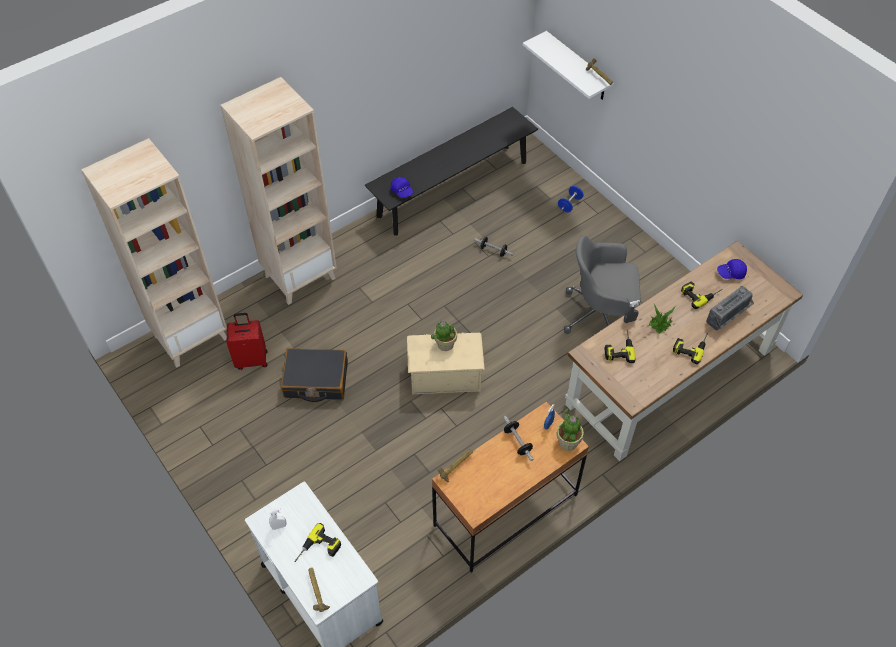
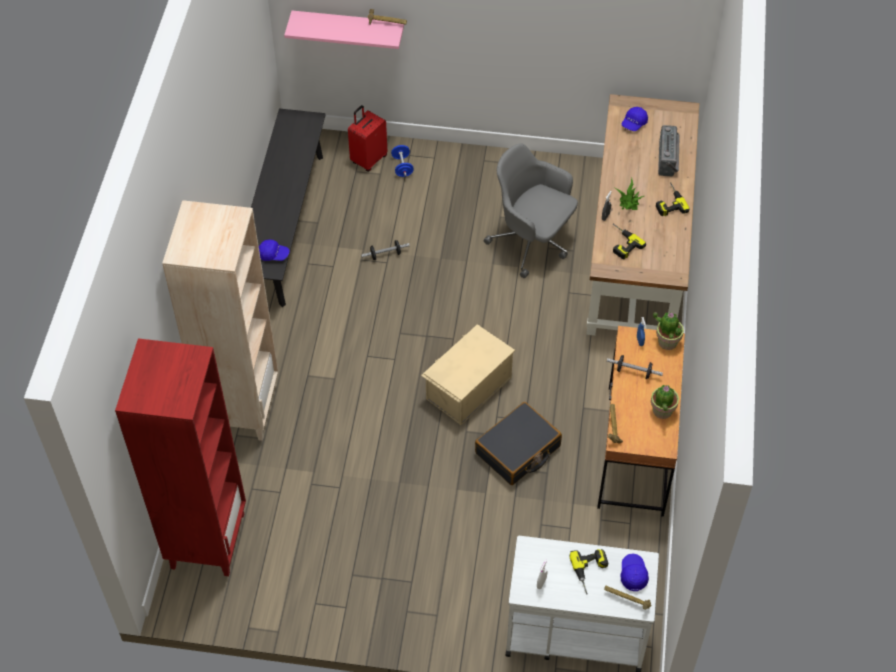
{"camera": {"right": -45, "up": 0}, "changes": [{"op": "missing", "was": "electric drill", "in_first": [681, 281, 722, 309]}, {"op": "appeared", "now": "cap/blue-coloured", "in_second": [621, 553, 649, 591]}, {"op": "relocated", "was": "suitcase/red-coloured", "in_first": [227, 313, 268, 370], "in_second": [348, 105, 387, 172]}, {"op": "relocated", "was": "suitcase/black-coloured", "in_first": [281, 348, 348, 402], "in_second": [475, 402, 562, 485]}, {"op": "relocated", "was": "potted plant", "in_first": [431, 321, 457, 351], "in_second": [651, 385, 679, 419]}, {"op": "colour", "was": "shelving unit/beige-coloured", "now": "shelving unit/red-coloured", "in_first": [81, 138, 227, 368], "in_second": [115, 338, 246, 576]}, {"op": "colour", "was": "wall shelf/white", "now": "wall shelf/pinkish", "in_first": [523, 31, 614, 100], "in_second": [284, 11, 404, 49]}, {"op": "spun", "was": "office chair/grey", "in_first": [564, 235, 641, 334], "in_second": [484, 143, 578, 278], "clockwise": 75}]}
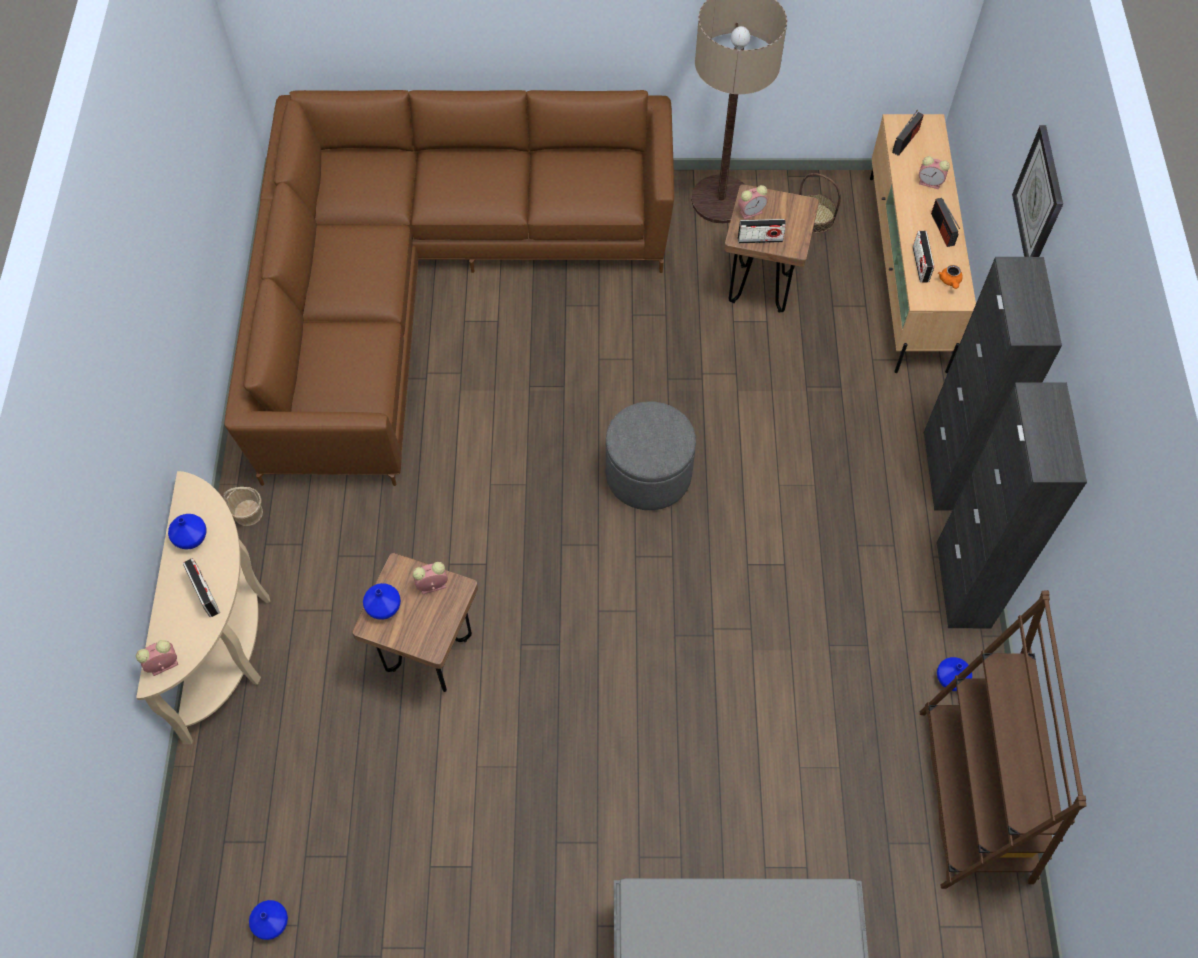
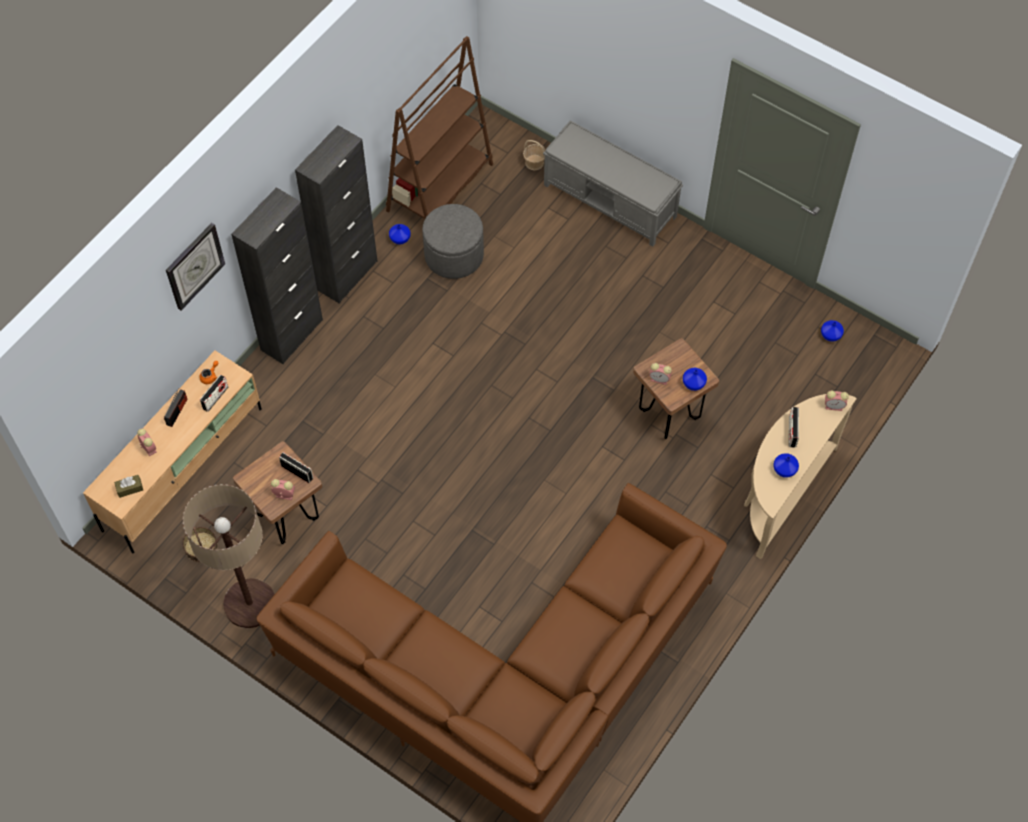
{"camera": {"right": -145, "up": 0}, "changes": [{"op": "relocated", "was": "storage basket", "in_first": [224, 487, 263, 526], "in_second": [523, 140, 545, 170]}, {"op": "relocated", "was": "ottoman/grey", "in_first": [606, 401, 696, 510], "in_second": [422, 204, 484, 279]}, {"op": "exchanged", "was": "radio receiver", "now": "tissue holder/brown", "in_first": [892, 110, 923, 156], "in_second": [114, 475, 143, 498]}]}
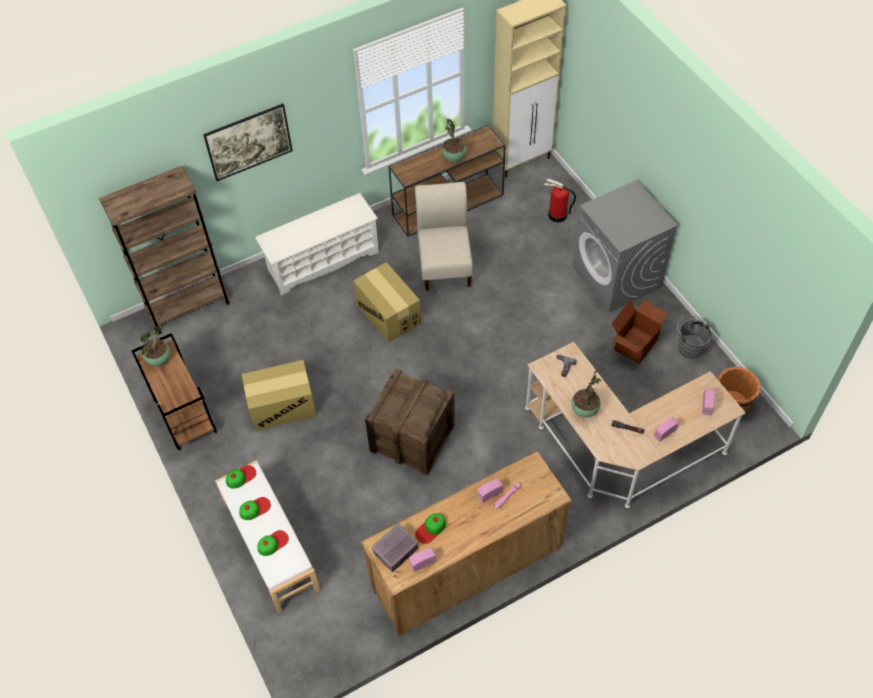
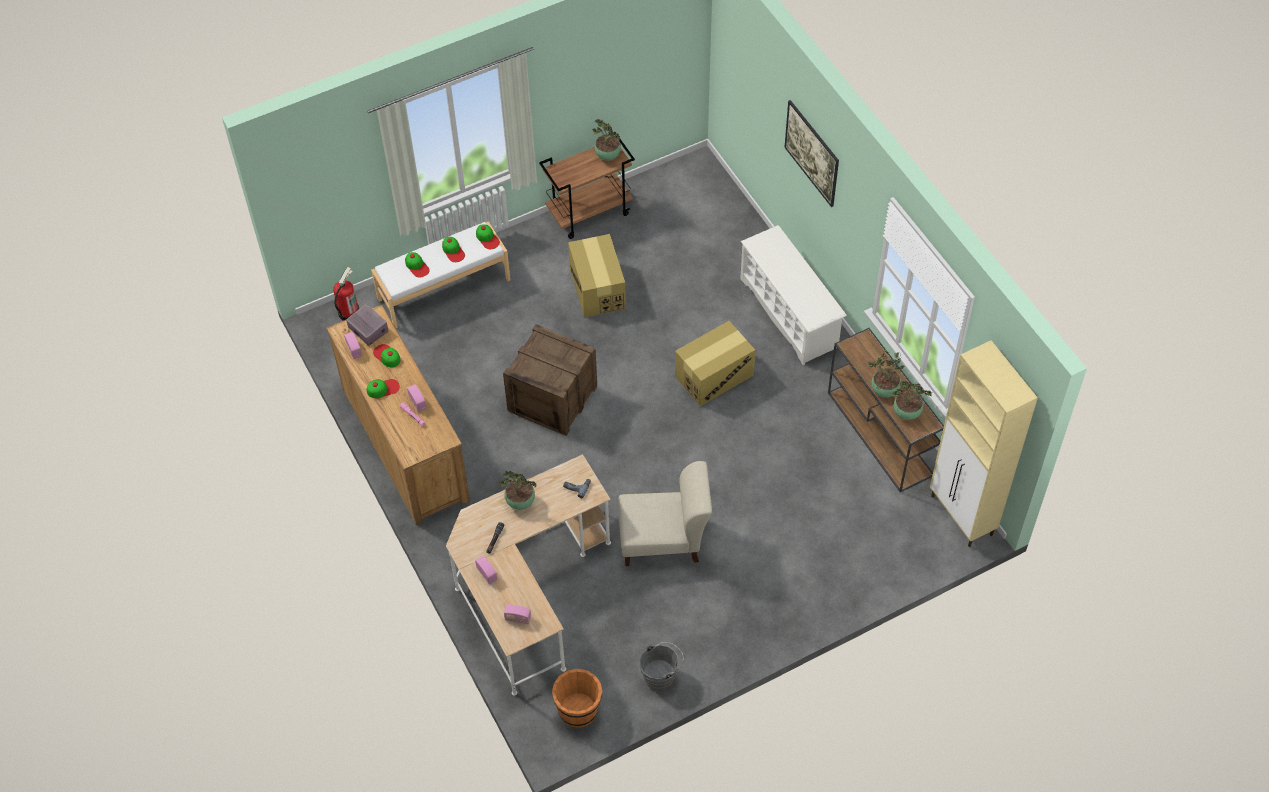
{"camera": {"right": 90, "up": 0}, "changes": [{"op": "missing", "was": "shelving unit/brown", "in_first": [99, 166, 230, 334]}, {"op": "missing", "was": "laundry appliance/grey", "in_first": [572, 180, 678, 312]}, {"op": "missing", "was": "cardboard box", "in_first": [612, 299, 668, 364]}, {"op": "appeared", "now": "cap", "in_second": [367, 379, 400, 398]}, {"op": "appeared", "now": "potted plant", "in_second": [892, 381, 933, 420]}, {"op": "relocated", "was": "chair/beige-coloured", "in_first": [415, 182, 473, 291], "in_second": [618, 461, 712, 566]}, {"op": "relocated", "was": "fire extinguisher", "in_first": [544, 179, 576, 222], "in_second": [333, 267, 359, 321]}]}
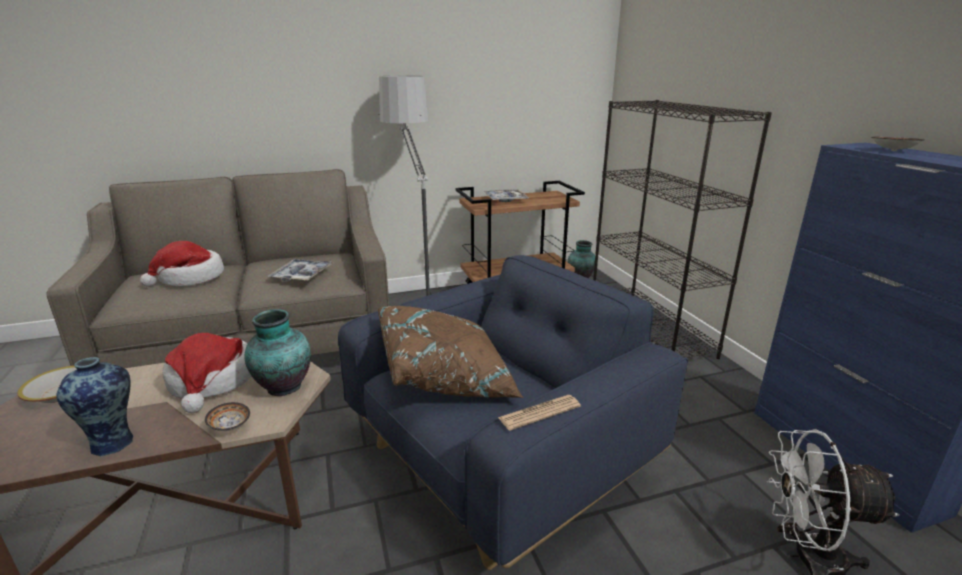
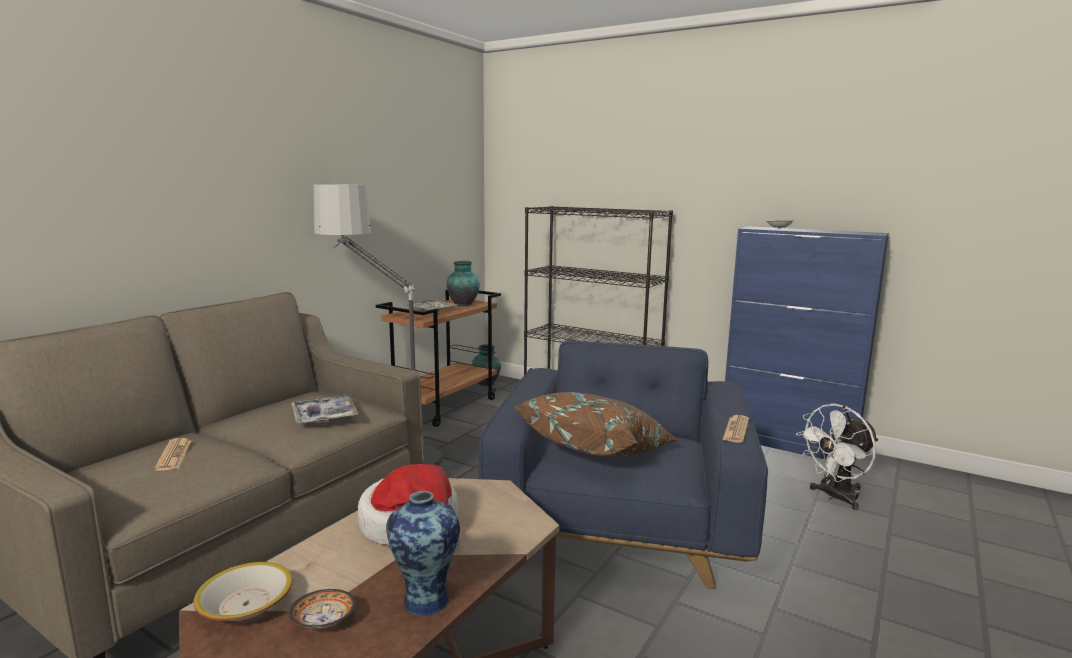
{"camera": {"right": -40, "up": -10}, "changes": [{"op": "relocated", "was": "deep dish", "in_first": [205, 402, 250, 431], "in_second": [288, 589, 356, 629]}, {"op": "relocated", "was": "vase", "in_first": [244, 309, 311, 396], "in_second": [447, 261, 480, 306]}, {"op": "exchanged", "was": "clothing hat", "now": "newspaper", "in_first": [140, 241, 224, 287], "in_second": [154, 438, 191, 471]}]}
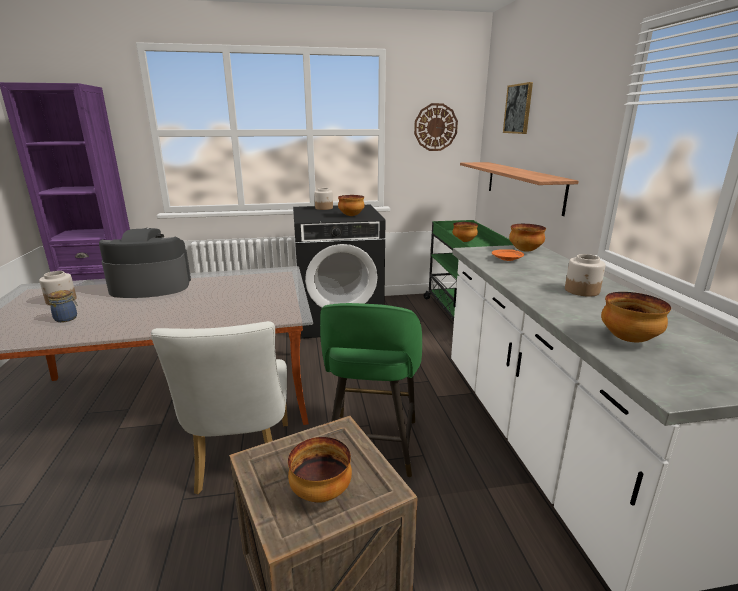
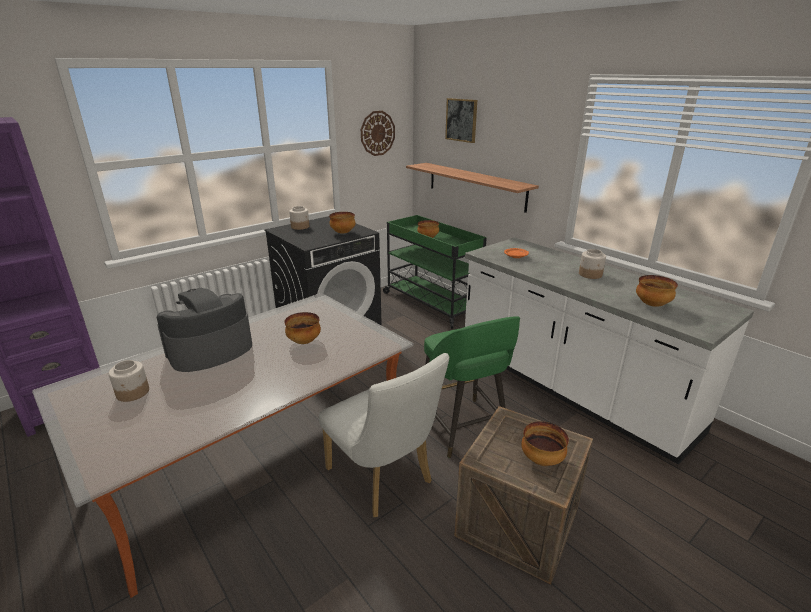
{"camera": {"right": -30, "up": 5}, "changes": [{"op": "missing", "was": "jar", "in_first": [48, 290, 78, 322]}, {"op": "relocated", "was": "deep dish", "in_first": [509, 224, 546, 252], "in_second": [284, 312, 321, 344]}]}
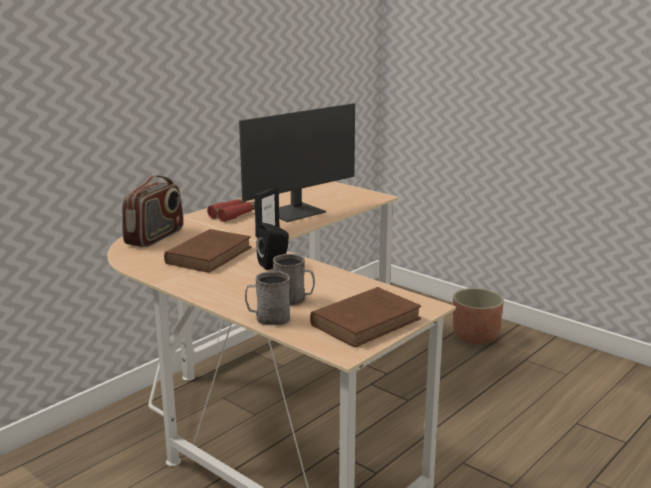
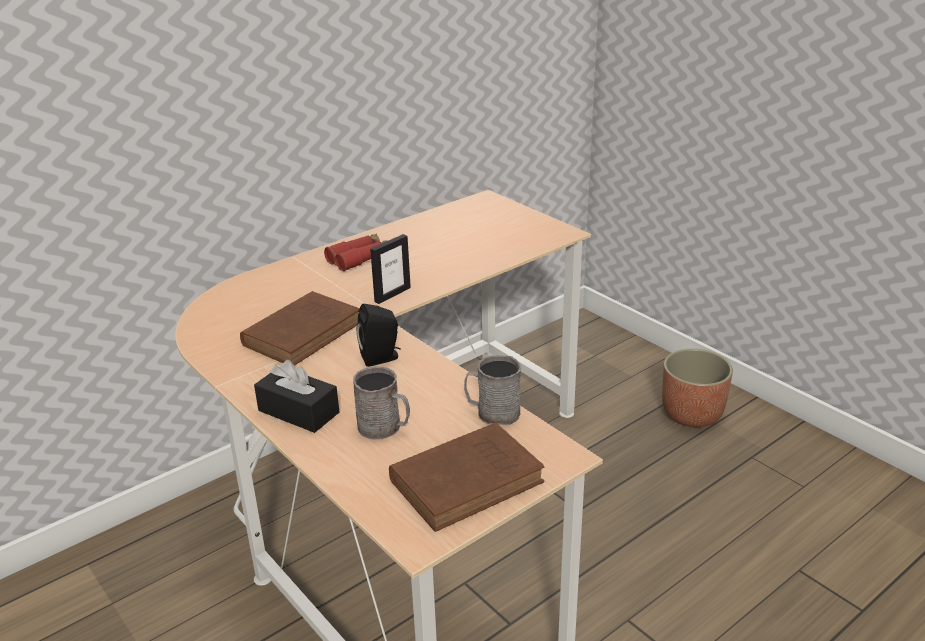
{"camera": {"right": 10, "up": 10}, "changes": [{"op": "missing", "was": "radio receiver", "in_first": [122, 175, 184, 247]}, {"op": "missing", "was": "monitor", "in_first": [239, 103, 355, 222]}, {"op": "appeared", "now": "tissue holder/black-coloured", "in_second": [254, 360, 340, 433]}, {"op": "relocated", "was": "mug/grey", "in_first": [245, 271, 290, 325], "in_second": [464, 355, 521, 425]}]}
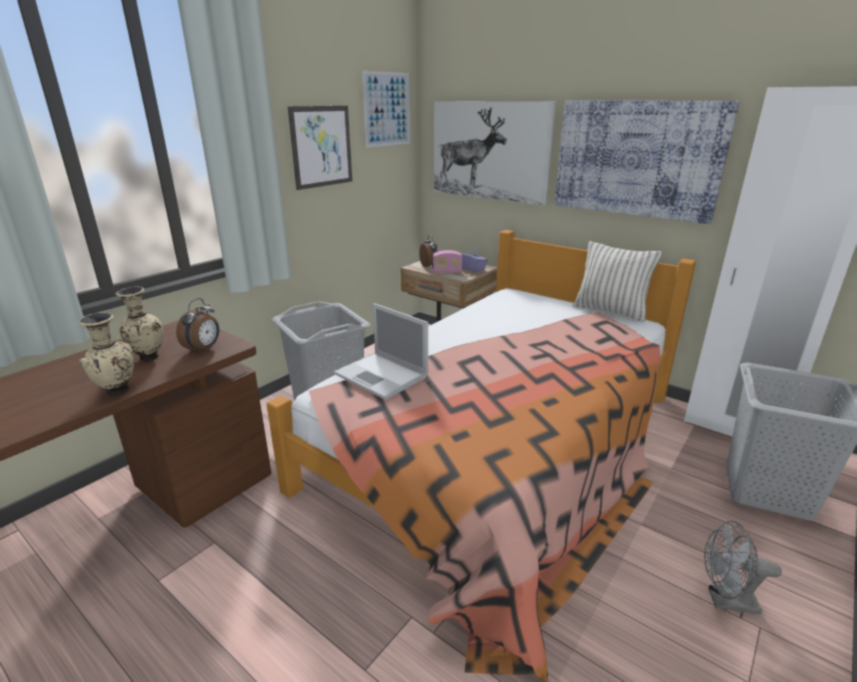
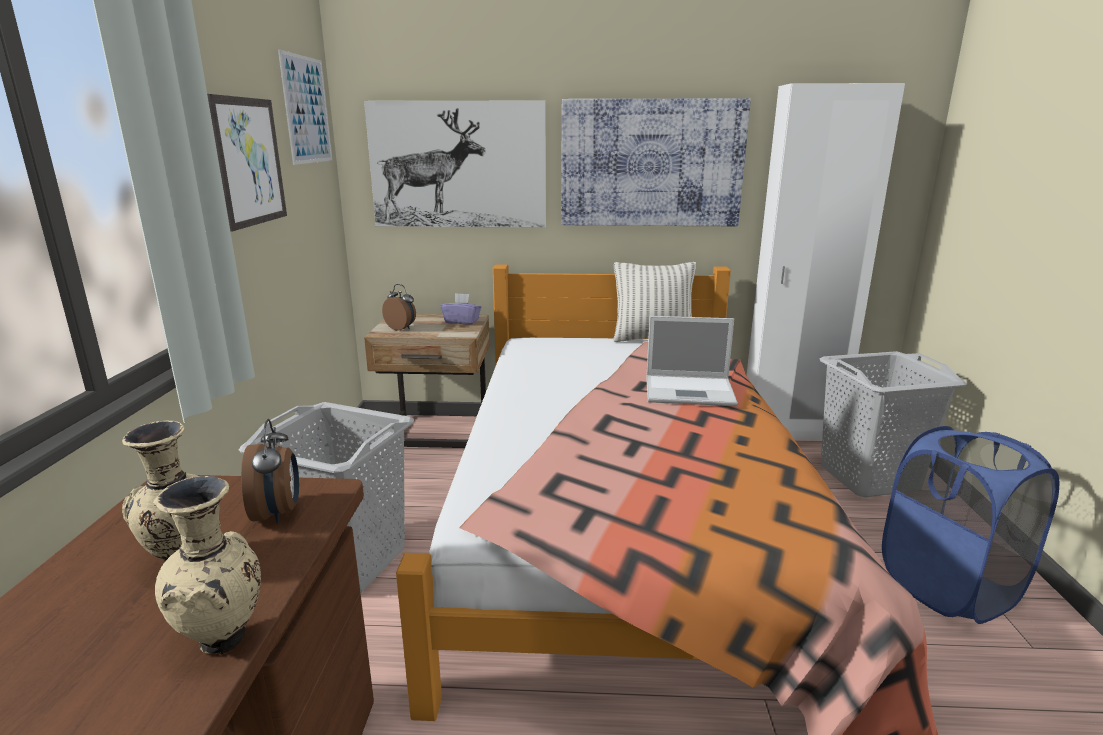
{"camera": {"right": -35, "up": -5}, "changes": [{"op": "missing", "was": "radio receiver", "in_first": [433, 250, 462, 274]}, {"op": "relocated", "was": "laptop", "in_first": [334, 303, 428, 400], "in_second": [646, 316, 738, 406]}, {"op": "exchanged", "was": "fan/grey", "now": "washing basket/blue-coloured", "in_first": [704, 521, 782, 614], "in_second": [882, 426, 1059, 624]}]}
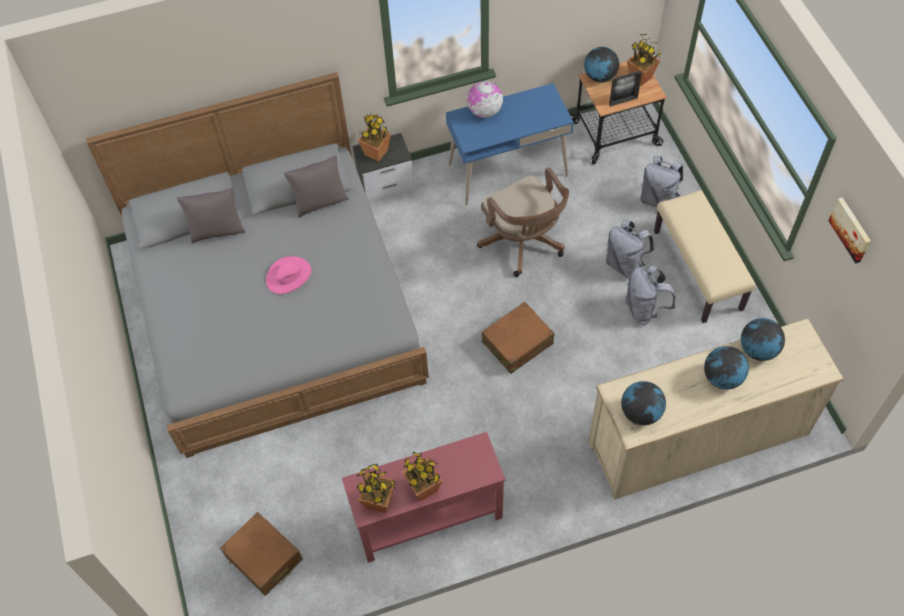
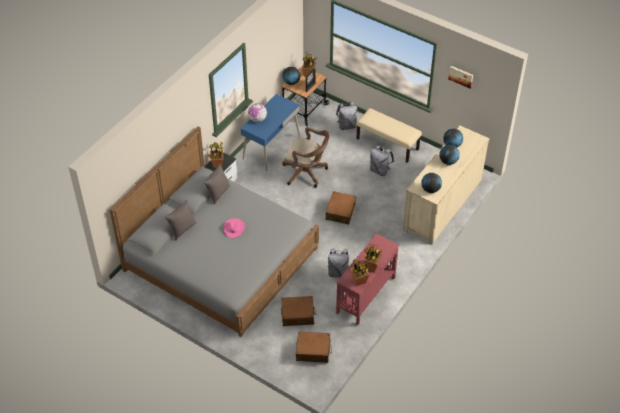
{"camera": {"right": -40, "up": -10}, "changes": [{"op": "appeared", "now": "suitcase/brown", "in_second": [281, 296, 316, 326]}, {"op": "relocated", "was": "knapsack/grey", "in_first": [606, 220, 654, 278], "in_second": [327, 248, 349, 278]}]}
